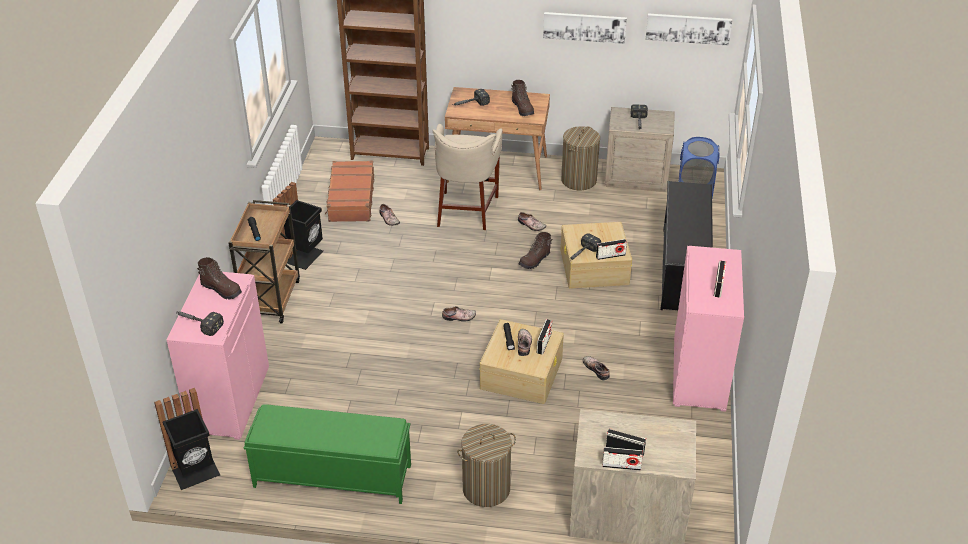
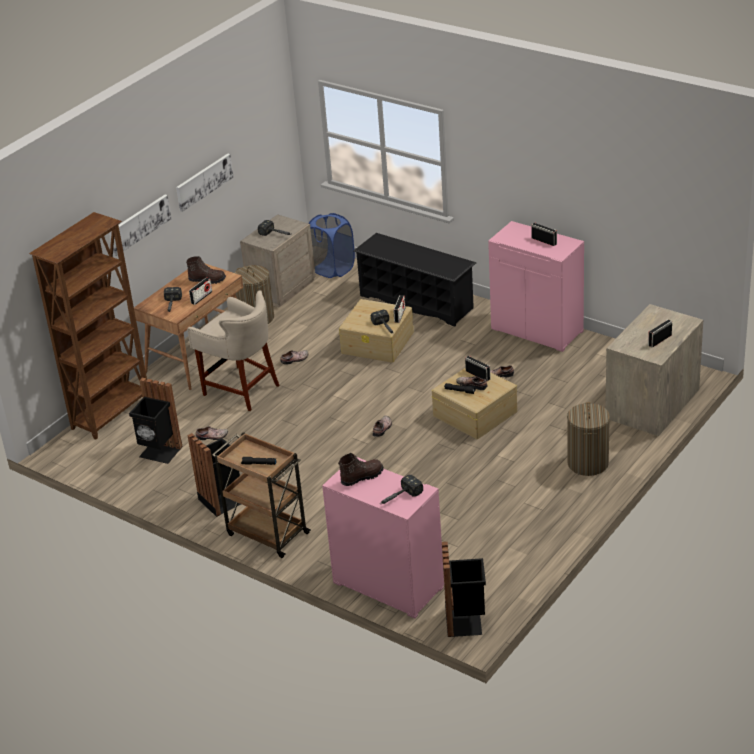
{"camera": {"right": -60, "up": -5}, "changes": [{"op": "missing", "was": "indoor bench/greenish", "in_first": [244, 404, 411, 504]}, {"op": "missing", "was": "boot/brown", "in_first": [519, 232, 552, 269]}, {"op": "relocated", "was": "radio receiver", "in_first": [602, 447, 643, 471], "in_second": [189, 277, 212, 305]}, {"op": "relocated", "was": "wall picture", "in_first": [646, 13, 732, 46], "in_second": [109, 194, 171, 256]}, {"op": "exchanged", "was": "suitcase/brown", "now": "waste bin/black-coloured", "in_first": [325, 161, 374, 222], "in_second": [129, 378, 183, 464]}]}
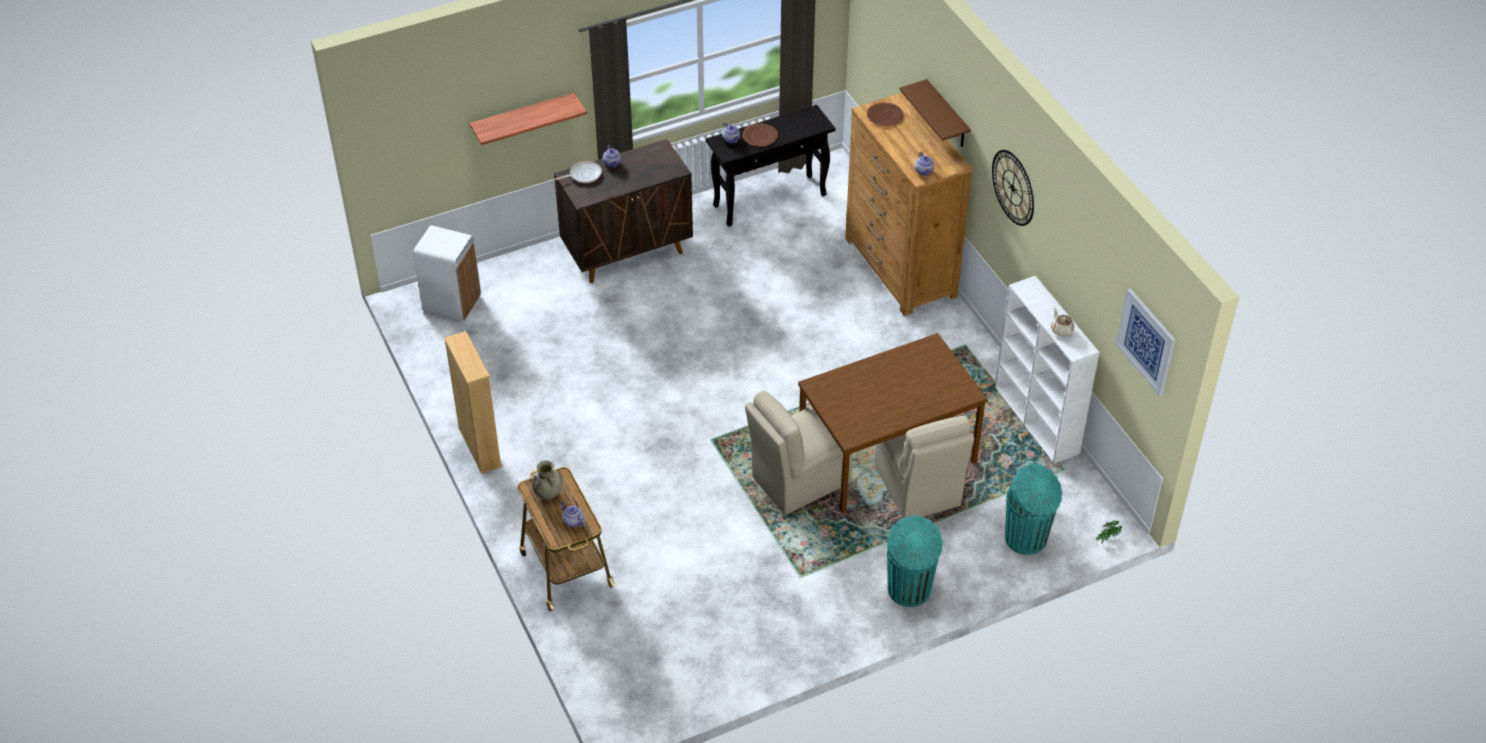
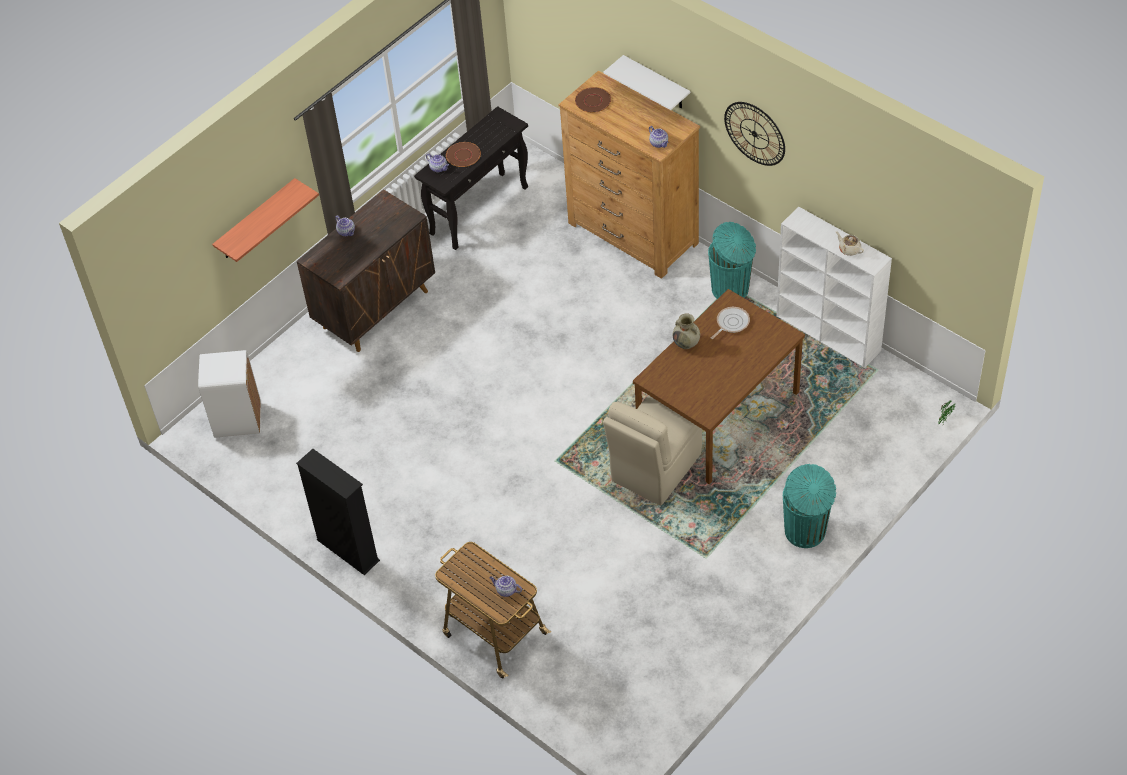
{"camera": {"right": -20, "up": 5}, "changes": [{"op": "missing", "was": "chair/beige-coloured", "in_first": [874, 416, 974, 518]}, {"op": "missing", "was": "wall picture", "in_first": [1116, 288, 1176, 396]}, {"op": "relocated", "was": "vase/beige-coloured", "in_first": [532, 460, 562, 500], "in_second": [672, 313, 700, 349]}, {"op": "relocated", "was": "pan", "in_first": [555, 161, 602, 183], "in_second": [711, 307, 750, 339]}, {"op": "relocated", "was": "waste bin/turquoise", "in_first": [1005, 464, 1063, 555], "in_second": [708, 222, 756, 299]}, {"op": "colour", "was": "shelving unit/beige-coloured", "now": "shelving unit/black-coloured", "in_first": [444, 331, 503, 474], "in_second": [296, 449, 380, 575]}, {"op": "colour", "was": "wall shelf/brown", "now": "wall shelf/white", "in_first": [899, 79, 971, 147], "in_second": [604, 55, 690, 110]}]}
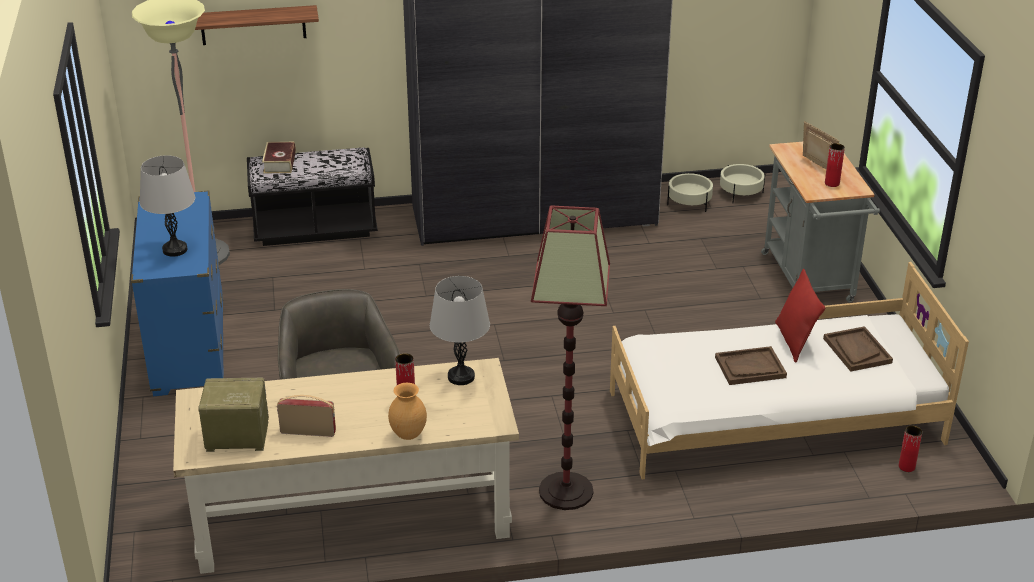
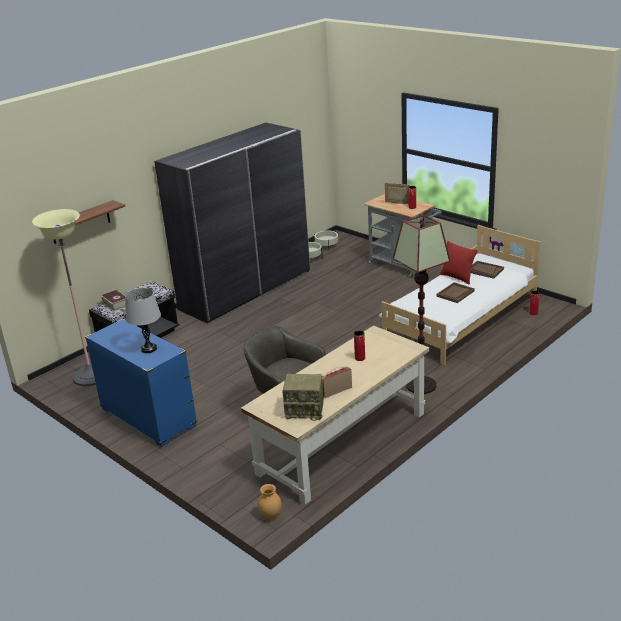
{"camera": {"right": -35, "up": -5}, "changes": [{"op": "missing", "was": "table lamp/grey", "in_first": [430, 276, 490, 385]}, {"op": "relocated", "was": "vase/brown", "in_first": [388, 383, 427, 440], "in_second": [258, 484, 282, 519]}, {"op": "spun", "was": "radio receiver", "in_first": [198, 378, 269, 452], "in_second": [282, 374, 324, 421], "clockwise": -135}]}
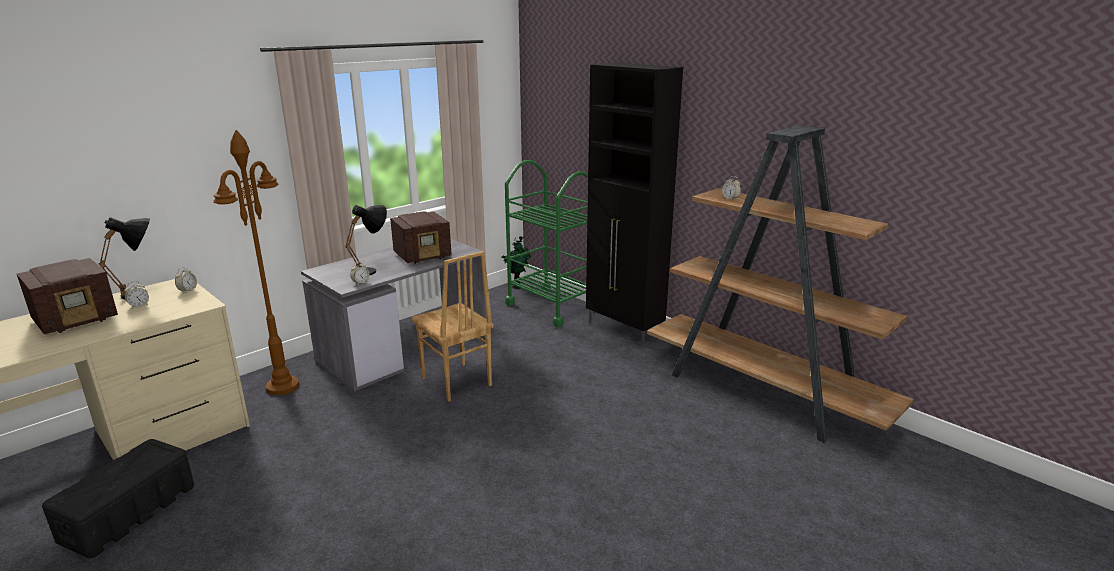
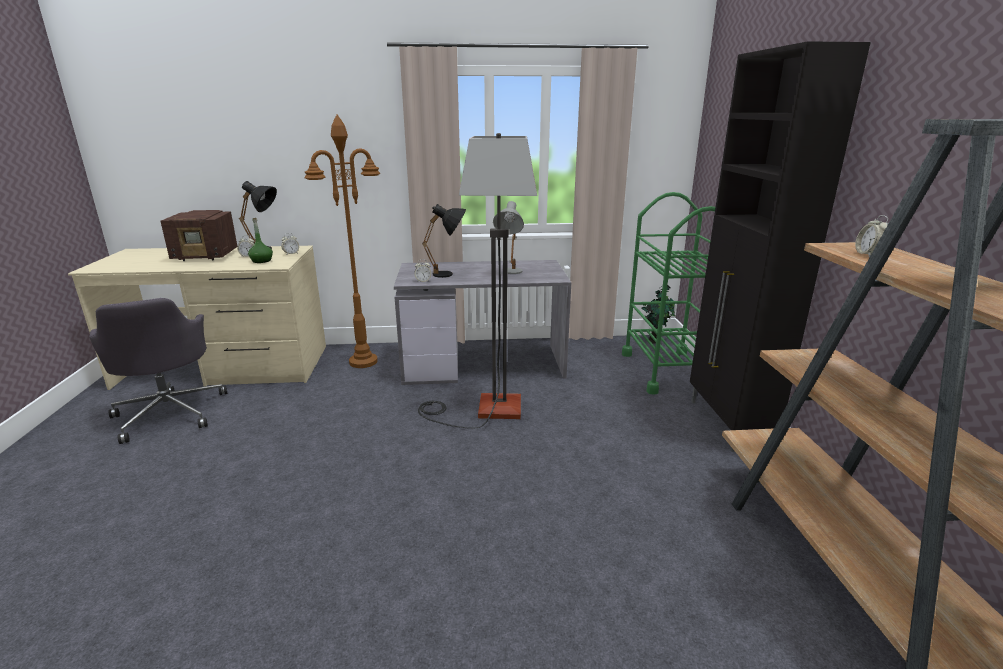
{"camera": {"right": 40, "up": 0}, "changes": [{"op": "appeared", "now": "beverage bottle/greenish", "in_second": [248, 218, 273, 263]}, {"op": "exchanged", "was": "storage box/black-coloured", "now": "office chair/grey", "in_first": [42, 439, 194, 558], "in_second": [89, 298, 227, 444]}, {"op": "exchanged", "was": "radio receiver", "now": "table lamp/grey", "in_first": [390, 212, 452, 264], "in_second": [493, 201, 524, 274]}, {"op": "exchanged", "was": "chair/brown", "now": "standard lamp", "in_first": [411, 251, 493, 402], "in_second": [418, 133, 537, 429]}]}
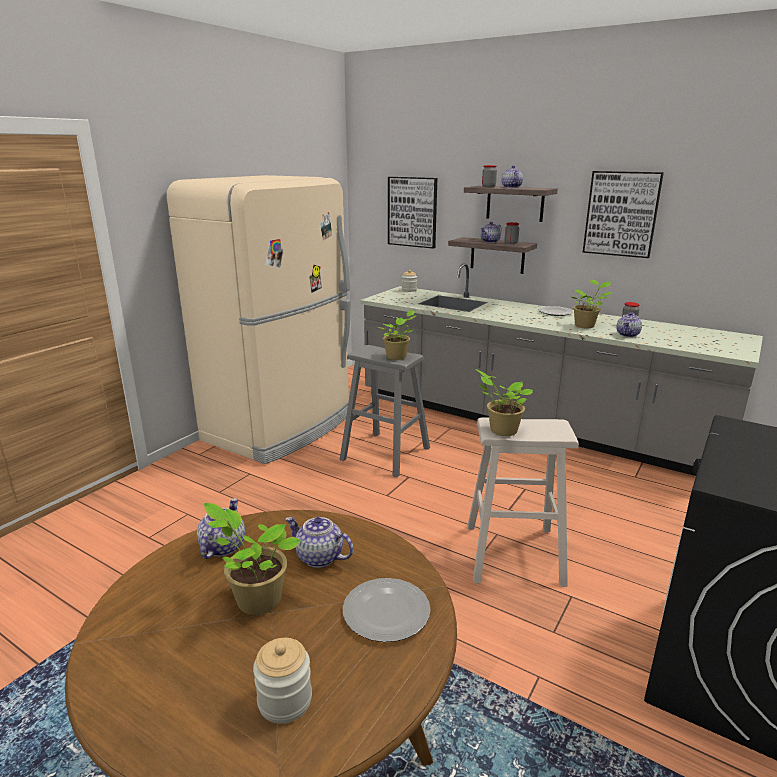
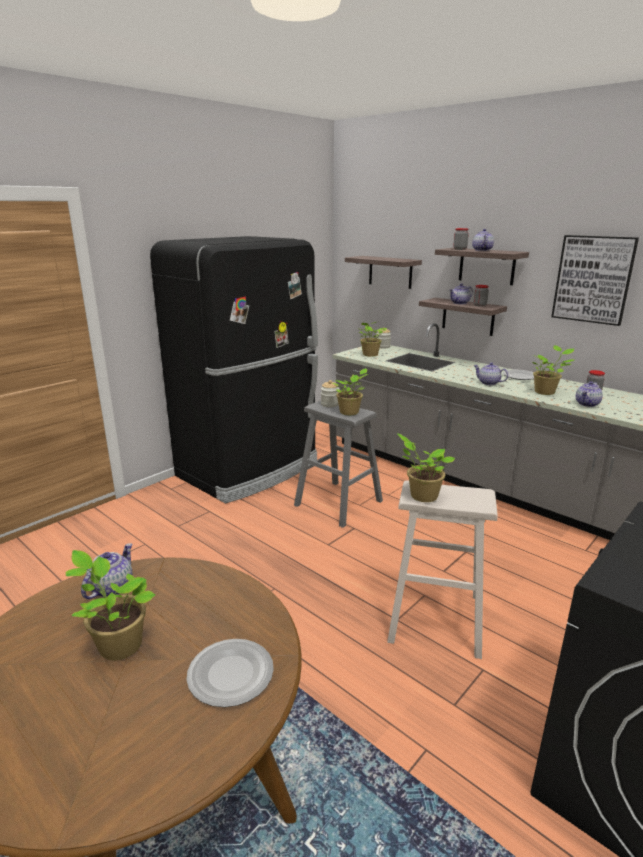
{"camera": {"right": 10, "up": 0}, "changes": [{"op": "appeared", "now": "potted plant", "in_second": [357, 322, 387, 357]}, {"op": "relocated", "was": "jar", "in_first": [253, 638, 312, 724], "in_second": [321, 380, 340, 407]}, {"op": "relocated", "was": "teapot", "in_first": [286, 517, 354, 568], "in_second": [474, 362, 508, 385]}, {"op": "exchanged", "was": "wall picture", "now": "wall shelf", "in_first": [388, 177, 437, 249], "in_second": [345, 256, 422, 289]}, {"op": "colour", "was": "refrigerator/beige-coloured", "now": "refrigerator/black-coloured", "in_first": [167, 175, 351, 464], "in_second": [150, 236, 318, 503]}]}
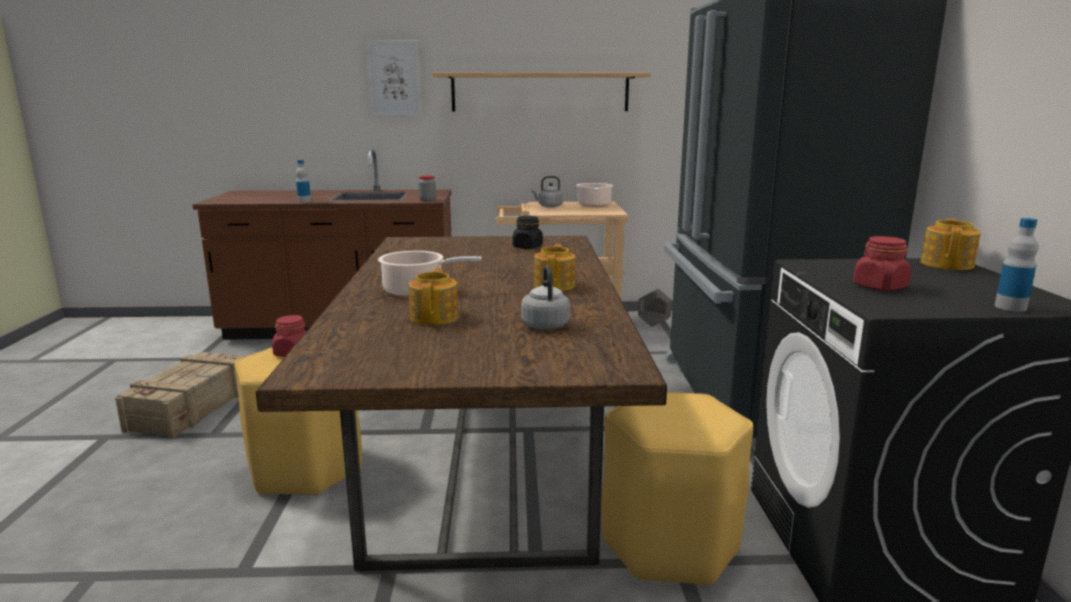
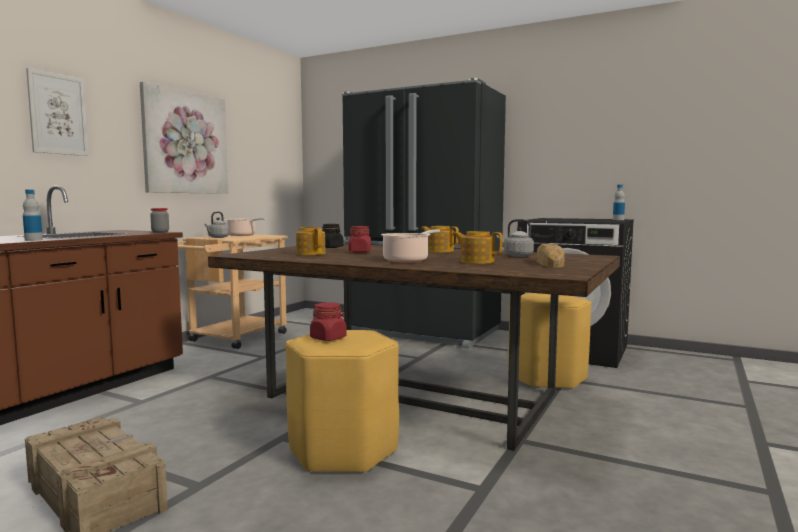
{"camera": {"right": -60, "up": -10}, "changes": [{"op": "missing", "was": "plant pot/grey", "in_first": [638, 289, 672, 327]}, {"op": "appeared", "now": "bread", "in_second": [537, 244, 565, 268]}, {"op": "relocated", "was": "jar/red-coloured", "in_first": [853, 236, 911, 291], "in_second": [348, 226, 371, 253]}, {"op": "relocated", "was": "teapot", "in_first": [921, 218, 981, 270], "in_second": [296, 227, 326, 255]}, {"op": "exchanged", "was": "wall shelf", "now": "wall picture", "in_first": [433, 72, 651, 111], "in_second": [140, 82, 228, 194]}]}
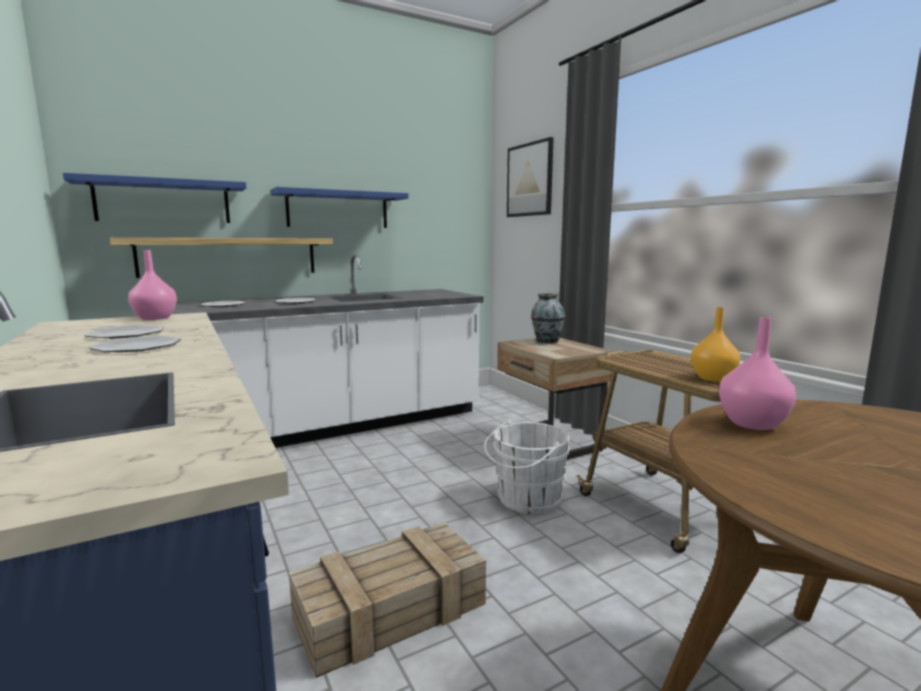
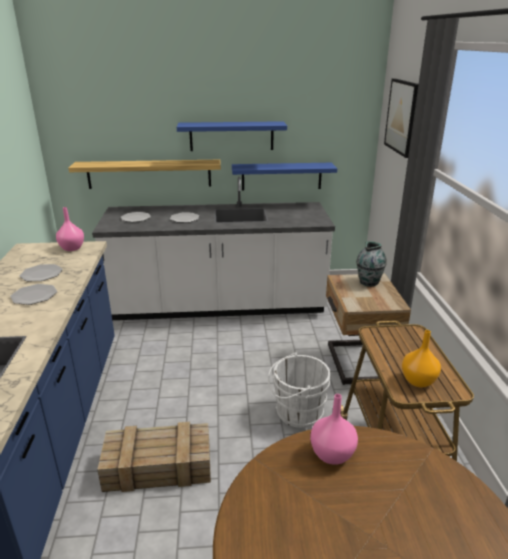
{"camera": {"right": 25, "up": 15}, "changes": [{"op": "relocated", "was": "wall shelf/blue-coloured", "in_first": [63, 173, 246, 223], "in_second": [232, 163, 337, 191]}]}
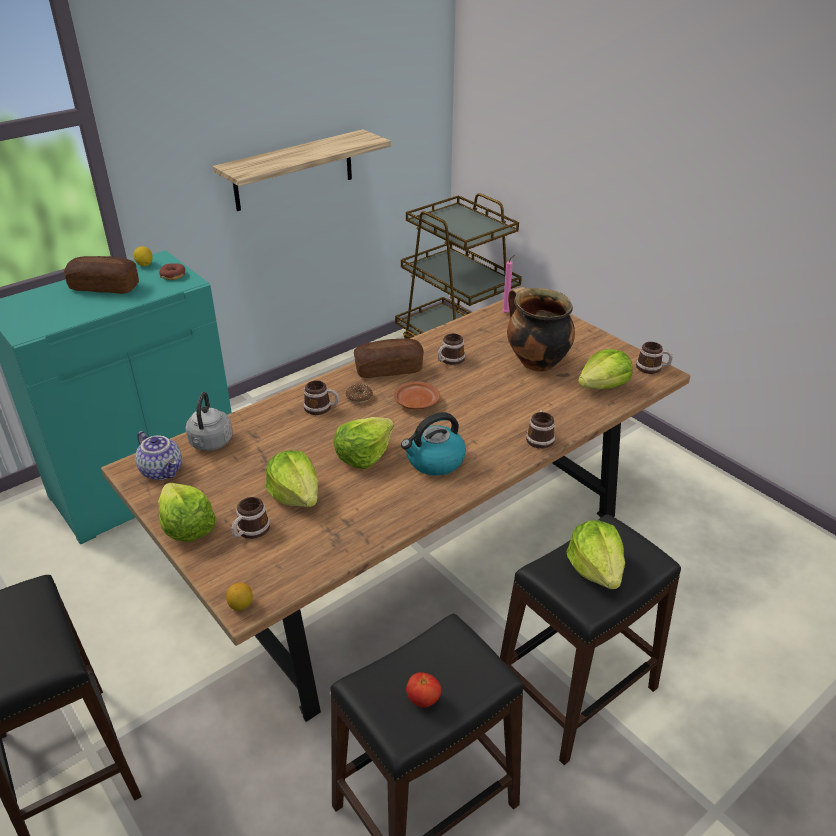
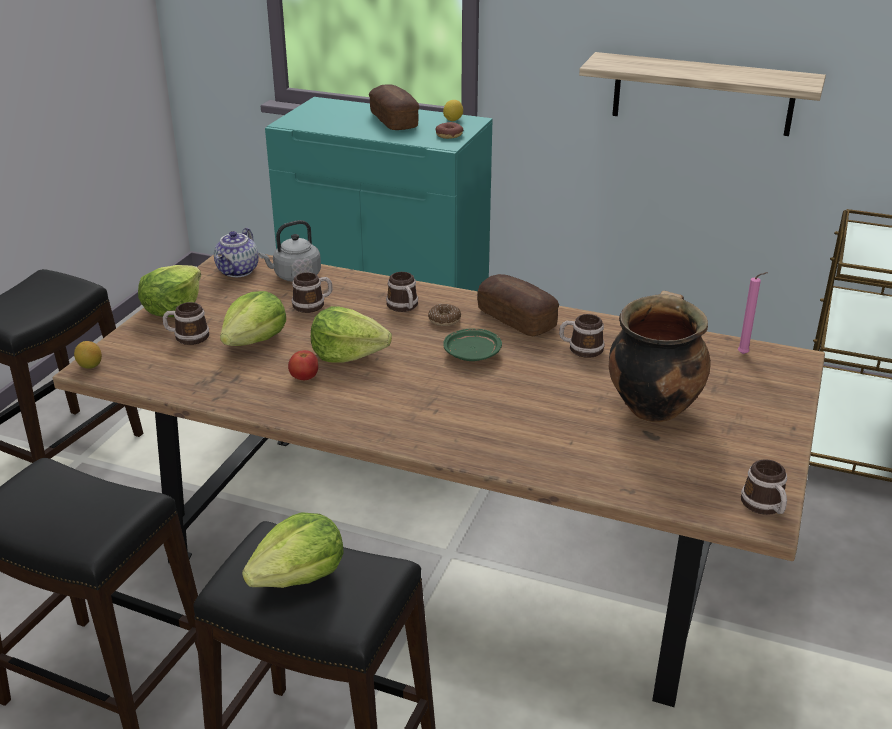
{"camera": {"right": 60, "up": -5}, "changes": [{"op": "missing", "was": "tea kettle", "in_first": [401, 412, 466, 476]}, {"op": "missing", "was": "lettuce head", "in_first": [578, 349, 633, 389]}, {"op": "relocated", "was": "fresh tomato", "in_first": [406, 672, 441, 708], "in_second": [288, 350, 318, 380]}, {"op": "relocated", "was": "mug", "in_first": [526, 410, 555, 449], "in_second": [292, 272, 333, 313]}, {"op": "colour", "was": "dinner plate/brown", "now": "dinner plate/greenish", "in_first": [394, 381, 440, 410], "in_second": [443, 329, 502, 361]}]}
